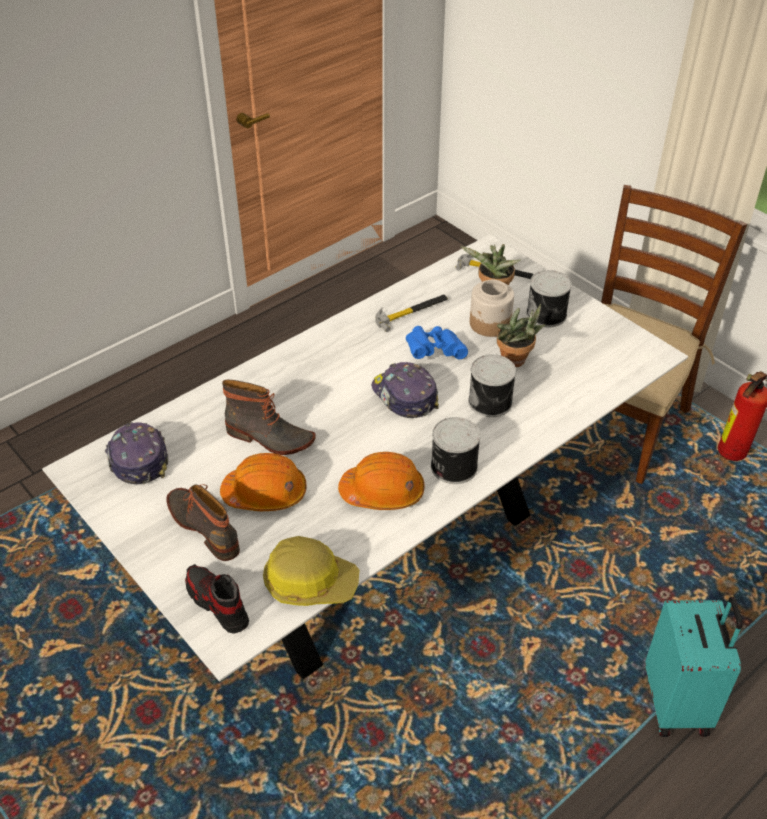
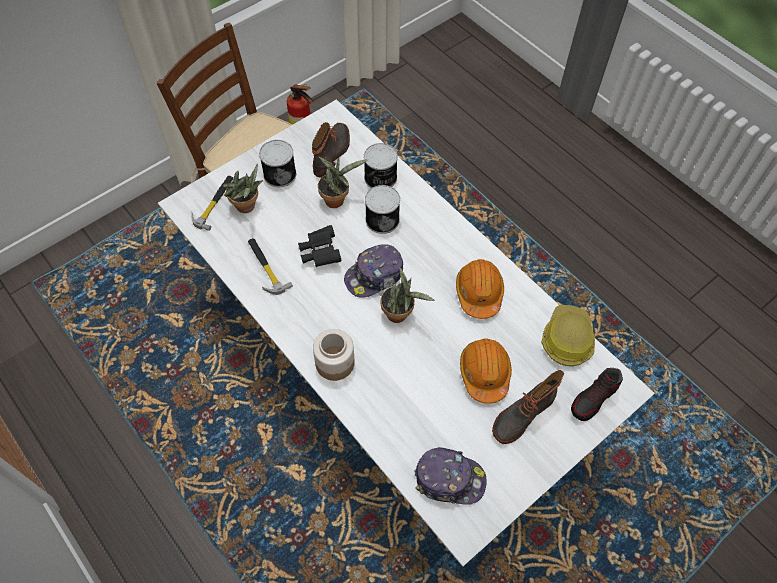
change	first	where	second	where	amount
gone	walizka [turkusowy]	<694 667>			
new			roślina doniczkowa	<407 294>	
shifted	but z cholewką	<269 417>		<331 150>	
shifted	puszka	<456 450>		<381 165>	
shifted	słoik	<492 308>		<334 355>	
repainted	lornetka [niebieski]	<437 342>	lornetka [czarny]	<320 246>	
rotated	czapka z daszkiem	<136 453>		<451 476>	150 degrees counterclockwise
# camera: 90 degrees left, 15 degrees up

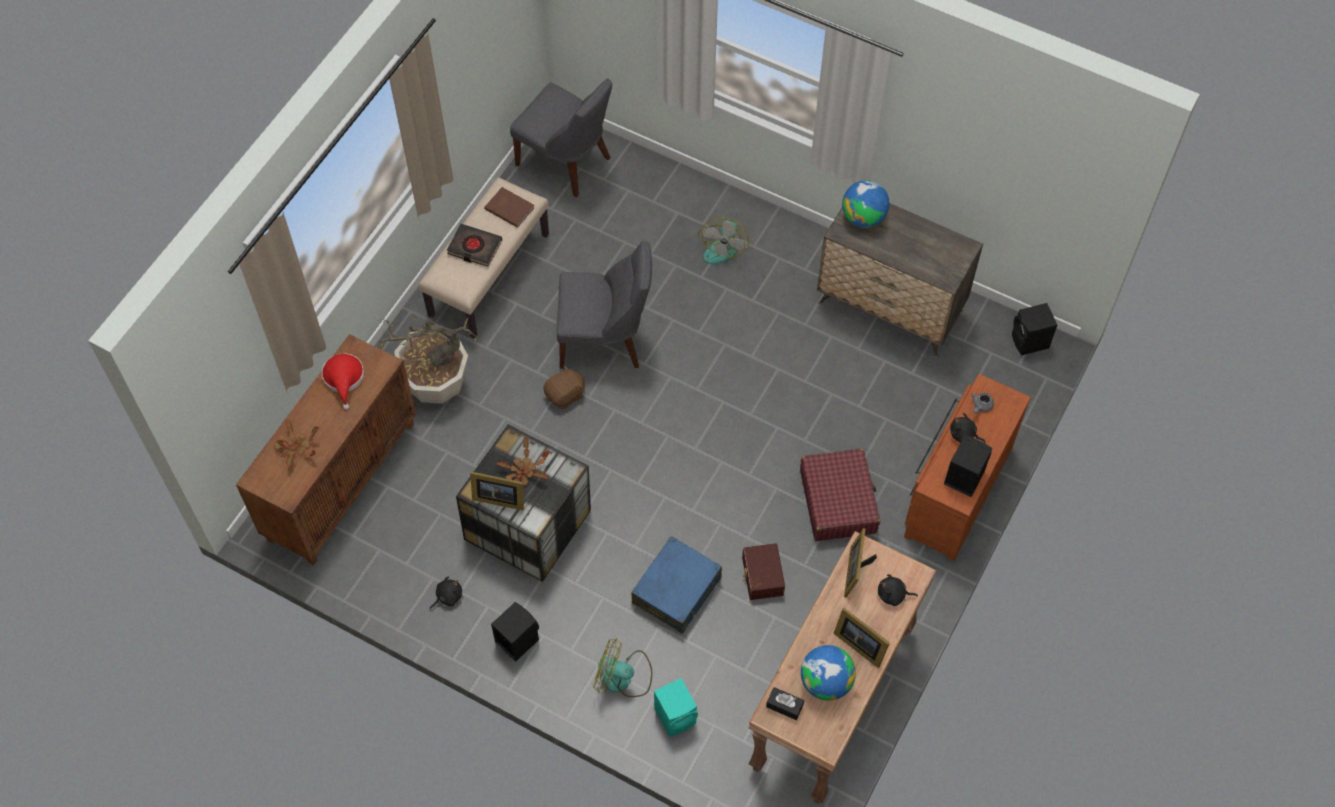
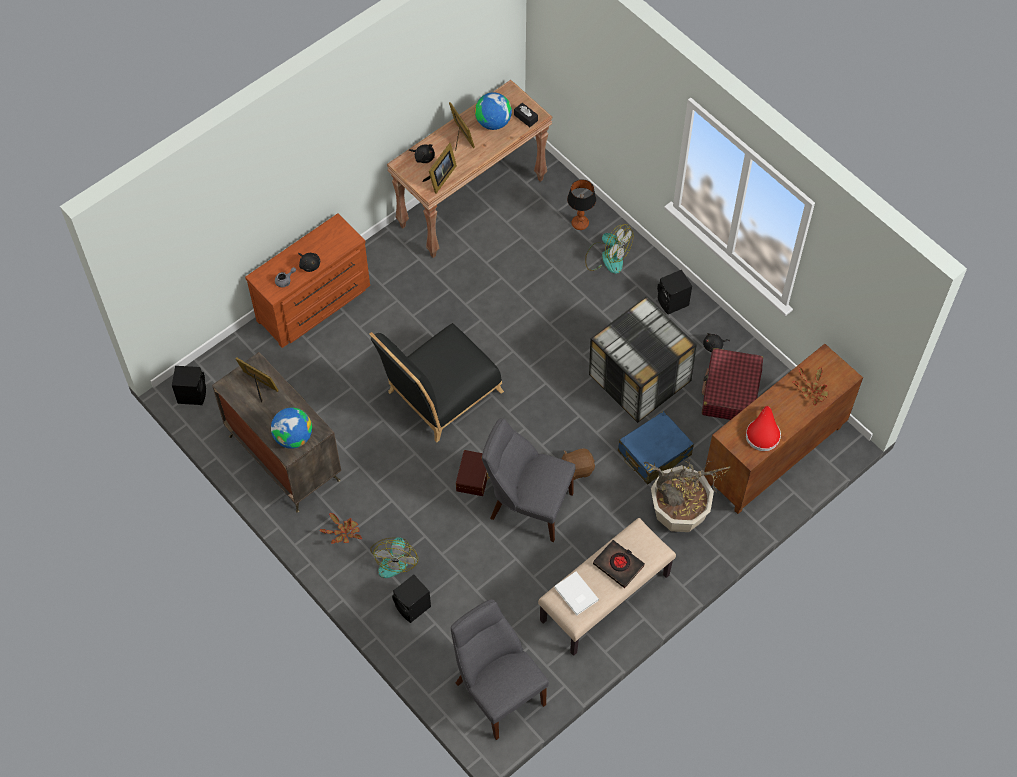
change	first	where	second	where	amount
new			krzesło [czarny]	<436 383>	
shifted	ramka na zdjęcie	<497 491>		<257 380>	
shifted	roślina doniczkowa	<523 461>		<341 528>	
shifted	walizka [niebieski]	<676 585>		<656 447>	
shifted	pojemnik do przechowywania [brązowy]	<763 571>		<473 473>	
shifted	walizka [czerwony]	<840 495>		<732 384>	
shifted	głośnik [czarny]	<968 466>		<411 599>	
swapped	głośnik [turkusowy]	<676 707>	lampa stołowa	<581 204>	
repainted	książka [brązowy]	<509 207>	książka [biały]	<576 593>	
rotated	wentylator	<723 240>		<394 557>	150 degrees clockwise
# camera: 160 degrees left, 0 degrees up

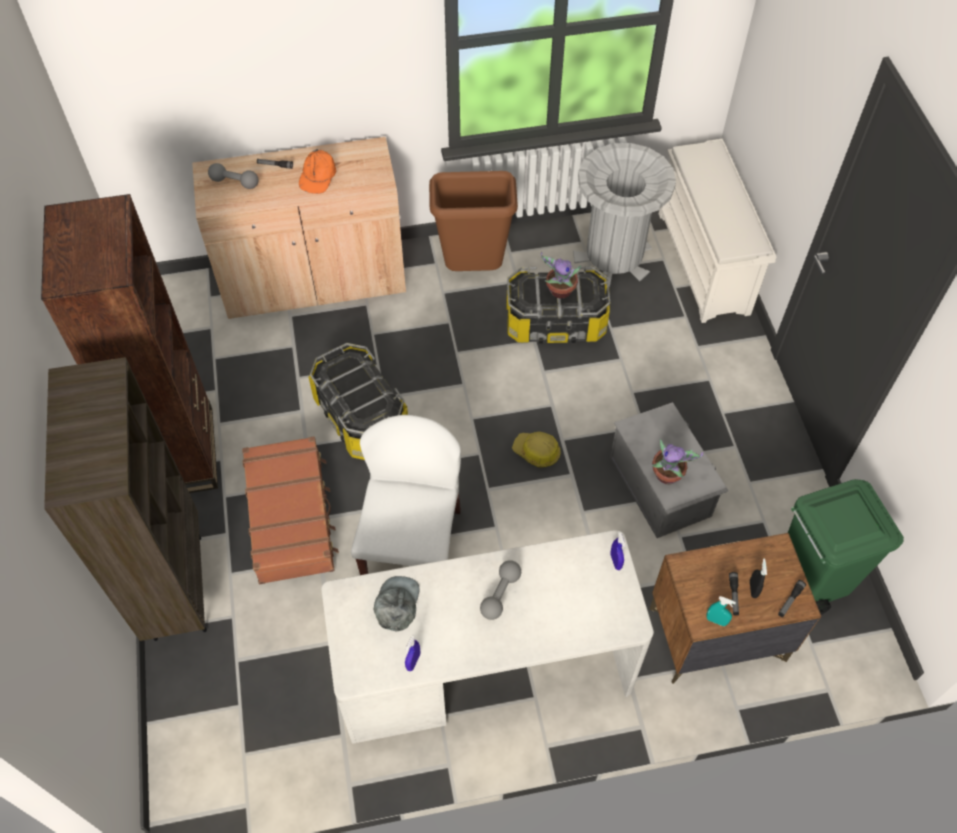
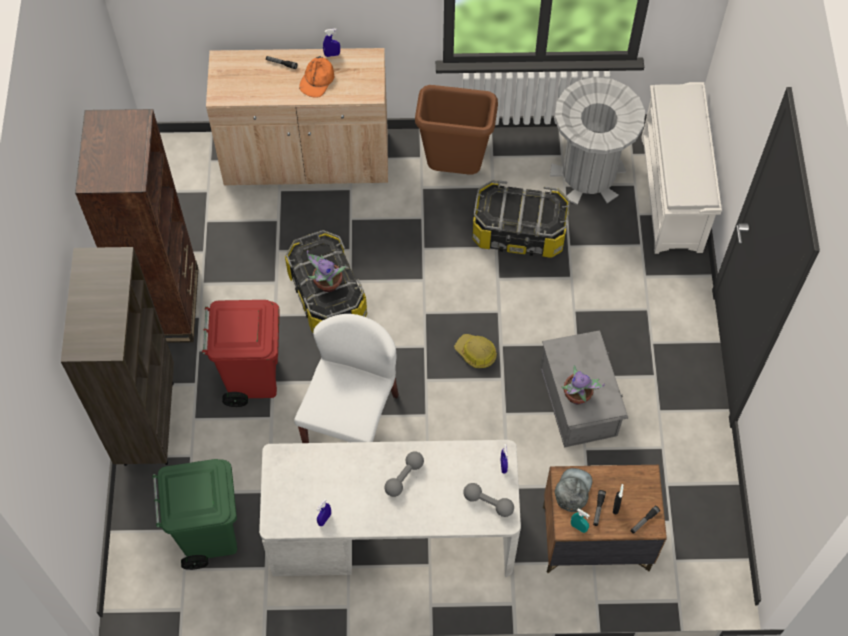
change	first	where	second	where	amount
new			spryskiwacz [niebieski]	<331 43>	
shifted	hantel [szary]	<233 176>		<488 500>	
shifted	czapka z daszkiem [szary]	<397 604>		<573 490>	
shifted	roślina doniczkowa	<561 275>		<326 271>	
shifted	kosz na śmieci [zielony]	<846 547>		<194 514>	
swapped	walizka [brązowy]	<290 510>	kosz na śmieci [czerwony]	<241 353>	
# camera: 10 degrees right, 5 degrees up

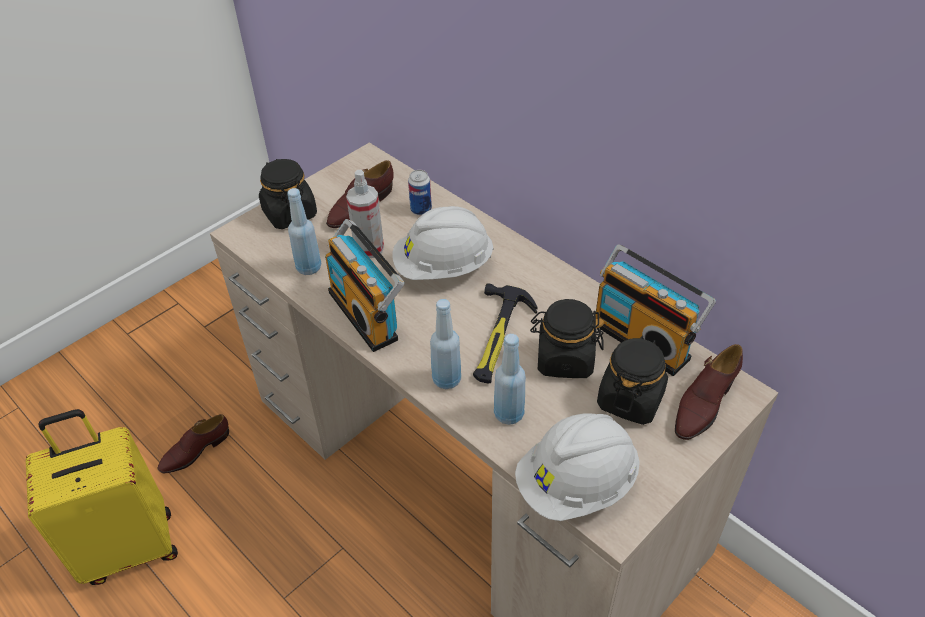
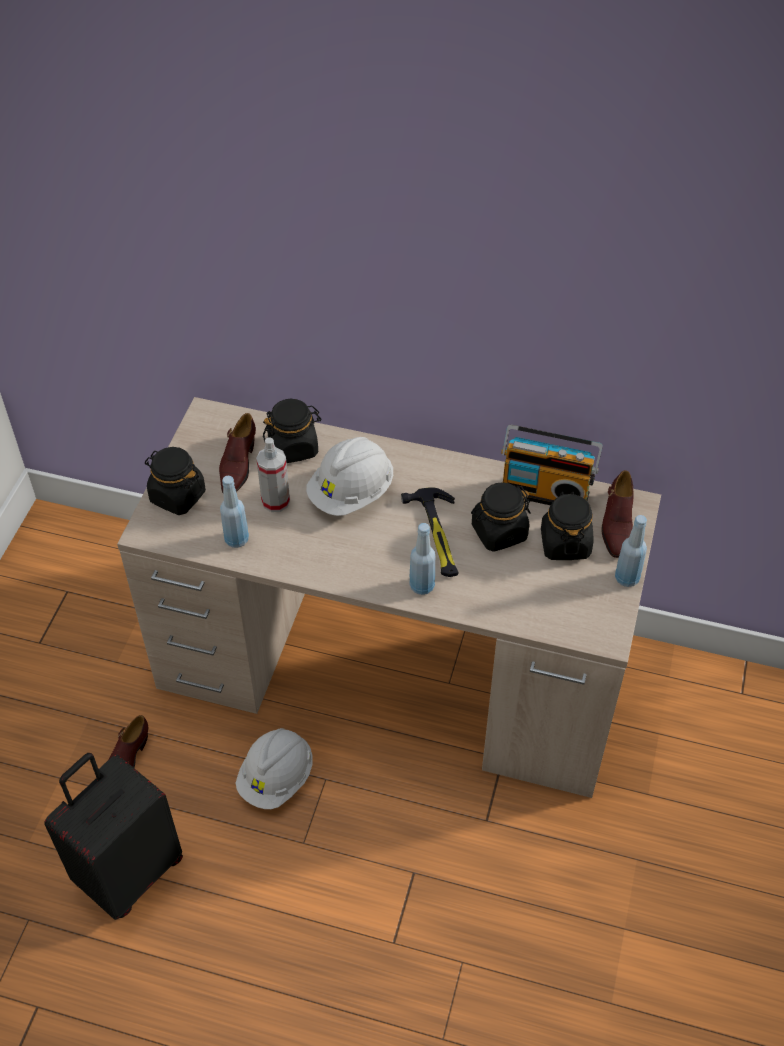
change	first	where	second	where	amount
gone	radio	<364 285>			
shifted	butelka [niebieski]	<510 379>		<631 551>	
shifted	kask [biały]	<577 467>		<274 768>	
swapped	puszka	<420 192>	słoik [czarny]	<292 431>	
repainted	walizka [żółty]	<102 497>	walizka [czarny]	<113 836>	
# camera: 30 degrees left, 5 degrees up

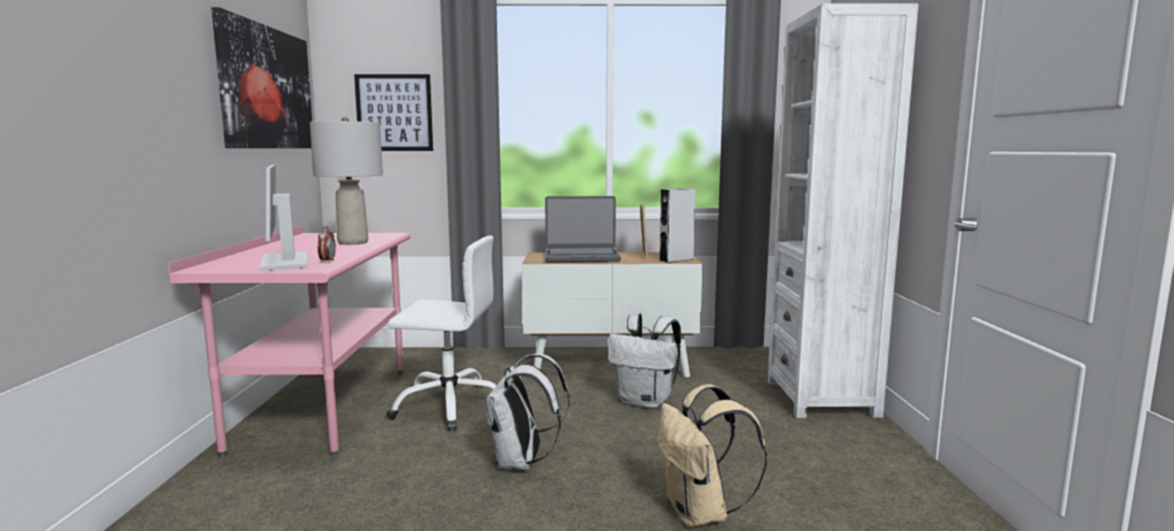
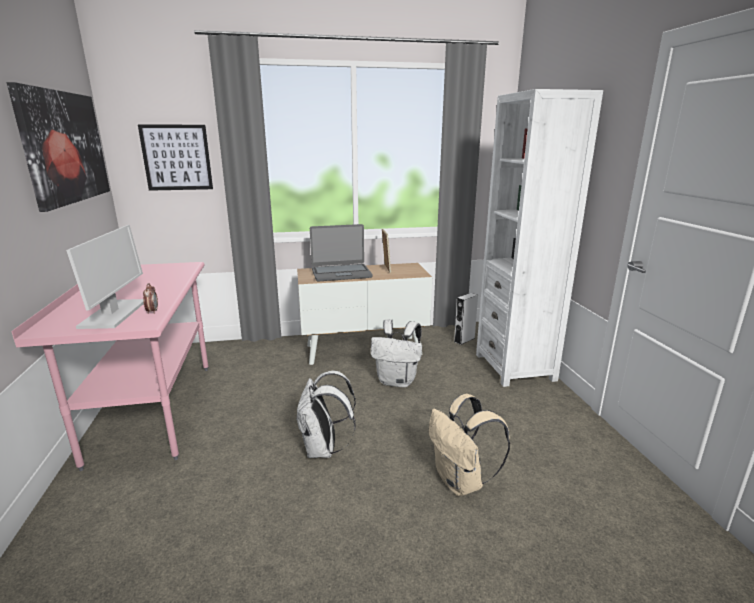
change	first	where	second	where	amount
gone	lampa stołowa [szary]	<346 181>			
gone	krzesło biurowe [biały]	<441 333>			
shifted	głośnik [szary]	<677 225>		<466 319>	
rotated	monitor	<283 218>		<105 277>	150 degrees counterclockwise
# camera: 10 degrees left, 10 degrees up

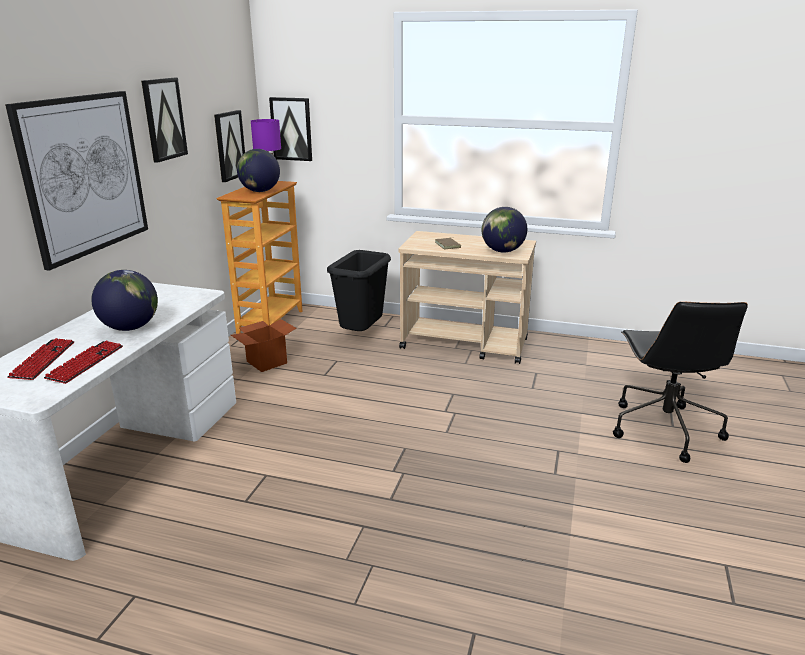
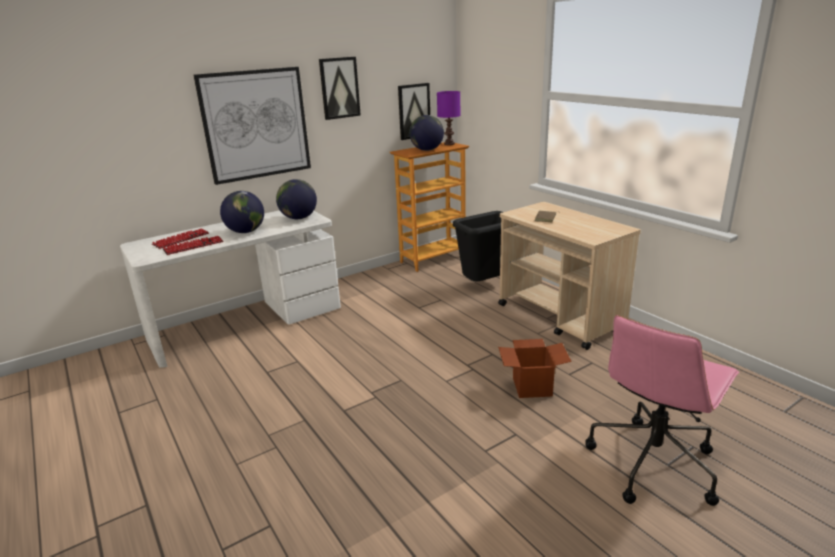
change	first	where	second	where	amount
gone	obraz	<290 129>			
shifted	karton	<264 345>		<535 368>	
shifted	globus	<504 230>		<296 199>	
repainted	krzesło biurowe [czarny]	<680 382>	krzesło biurowe [różowy]	<662 410>	
# camera: 40 degrees right, 0 degrees up

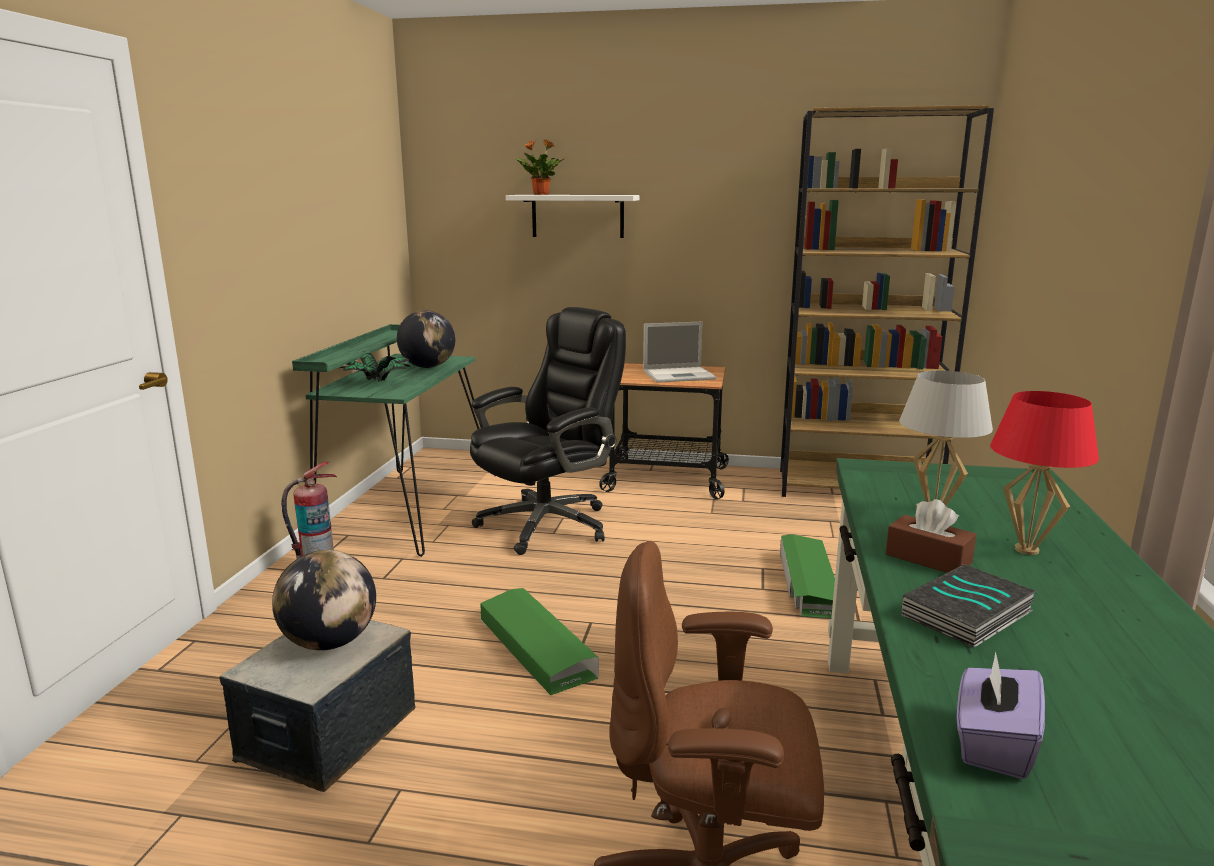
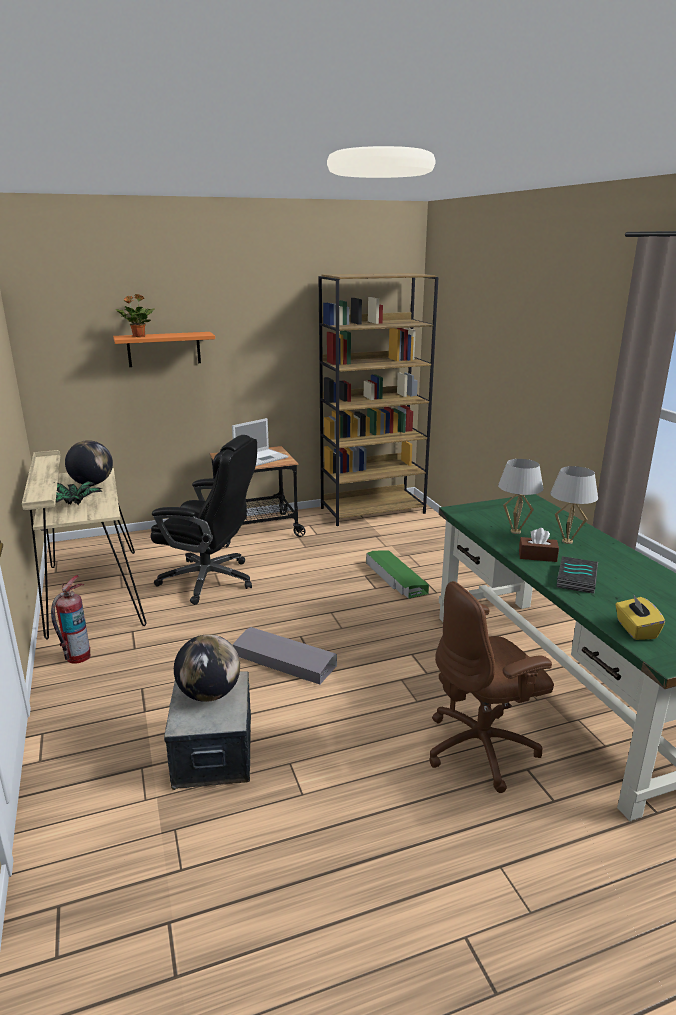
change	first	where	second	where	amount
repainted	biurko [zielony]	<393 440>	biurko [beżowy]	<84 545>	
repainted	pojemnik do przechowywania [zielony]	<539 641>	pojemnik do przechowywania [szary]	<284 656>	
repainted	półka [biały]	<573 216>	półka [pomarańczowy]	<164 349>	
repainted	pudełko chusteczek [fioletowy]	<1001 715>	pudełko chusteczek [żółty]	<640 617>	
repainted	lampa stołowa [czerwony]	<1044 473>	lampa stołowa [biały]	<574 505>	
rotated	krzesło biurowe [czarny]	<548 431>		<204 520>	90 degrees clockwise
# camera: 30 degrees left, 5 degrees up

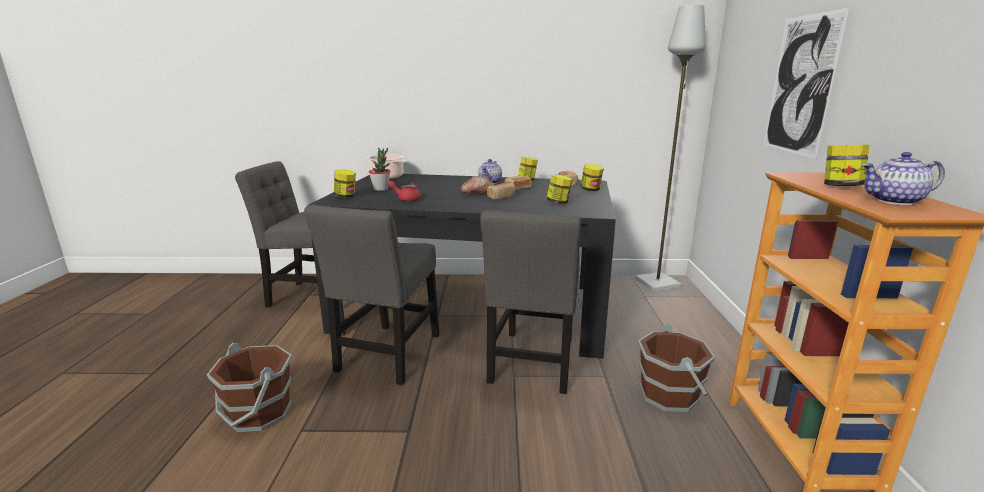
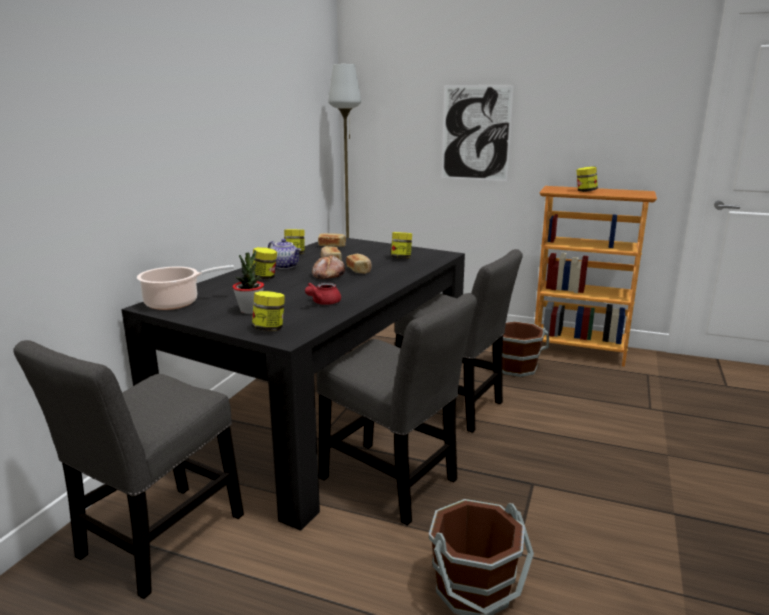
change	first	where	second	where	amount
gone	imbryk	<903 178>			
shifted	słoik	<592 177>		<264 263>	
# camera: 70 degrees left, 0 degrees up

